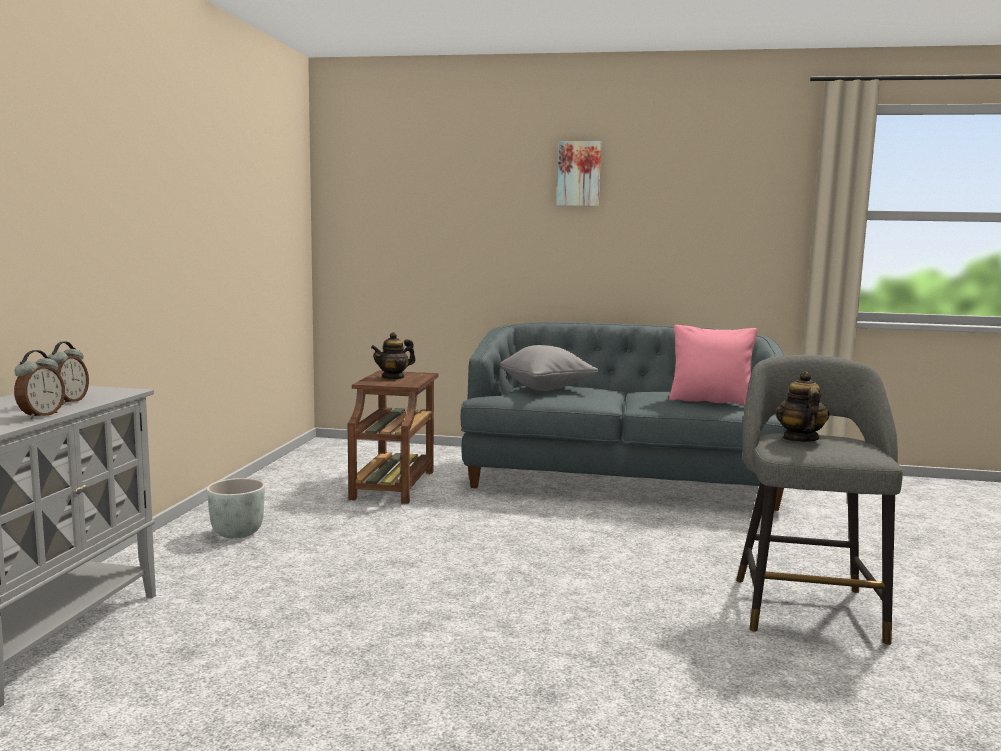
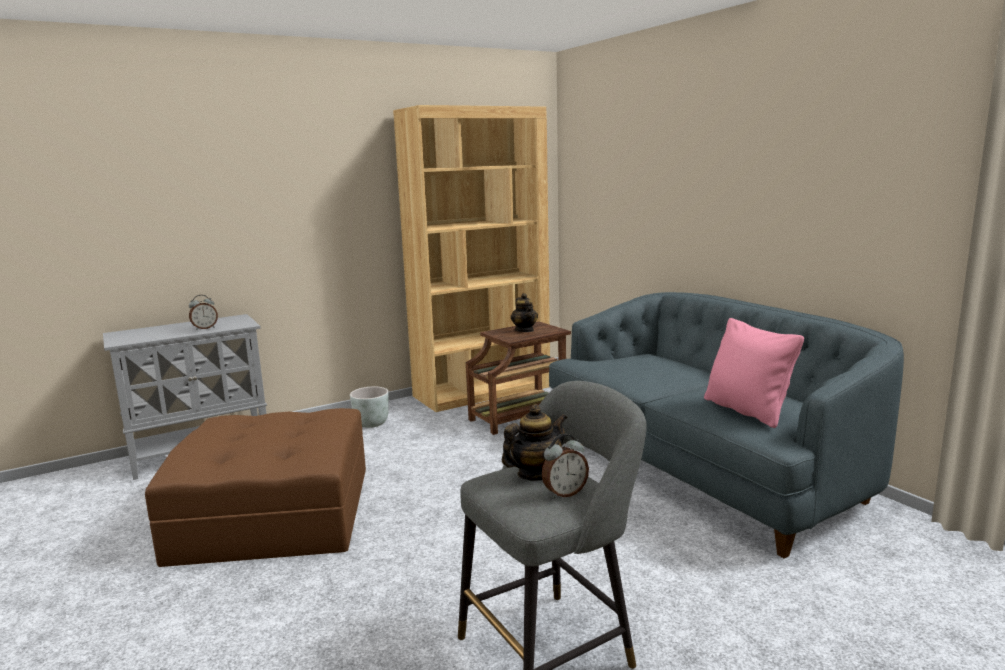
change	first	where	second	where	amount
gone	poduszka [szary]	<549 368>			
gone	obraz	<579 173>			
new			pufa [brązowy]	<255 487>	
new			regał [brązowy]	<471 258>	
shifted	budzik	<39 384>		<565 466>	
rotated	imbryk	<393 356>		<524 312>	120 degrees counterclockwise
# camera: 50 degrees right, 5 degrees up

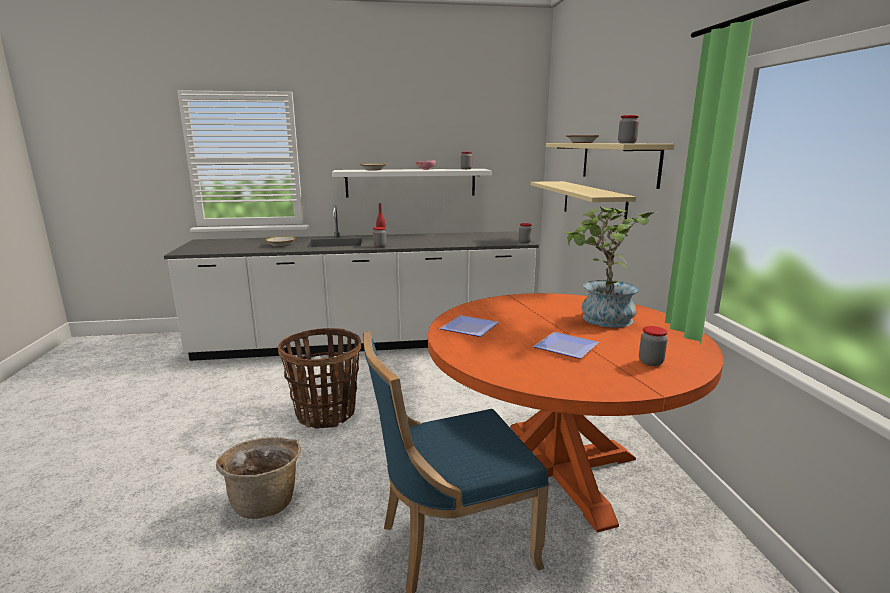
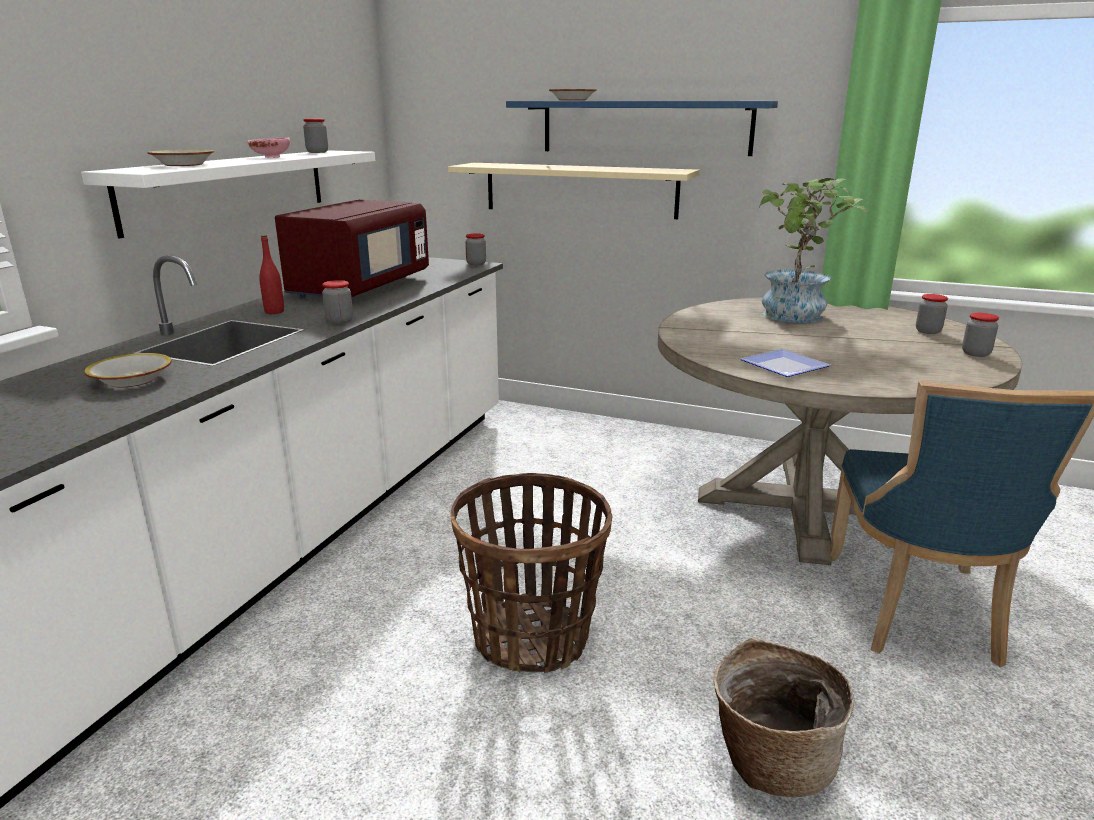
change	first	where	second	where	amount
gone	talerz	<566 345>			
new			mikrofalówka [czerwony]	<352 249>	
shifted	słoik	<628 129>		<980 334>	
repainted	stół jadalny [pomarańczowy]	<576 413>	stół jadalny [beżowy]	<840 431>	
repainted	półka [beżowy]	<610 166>	półka [niebieski]	<642 128>	
# camera: 60 degrees left, 5 degrees up

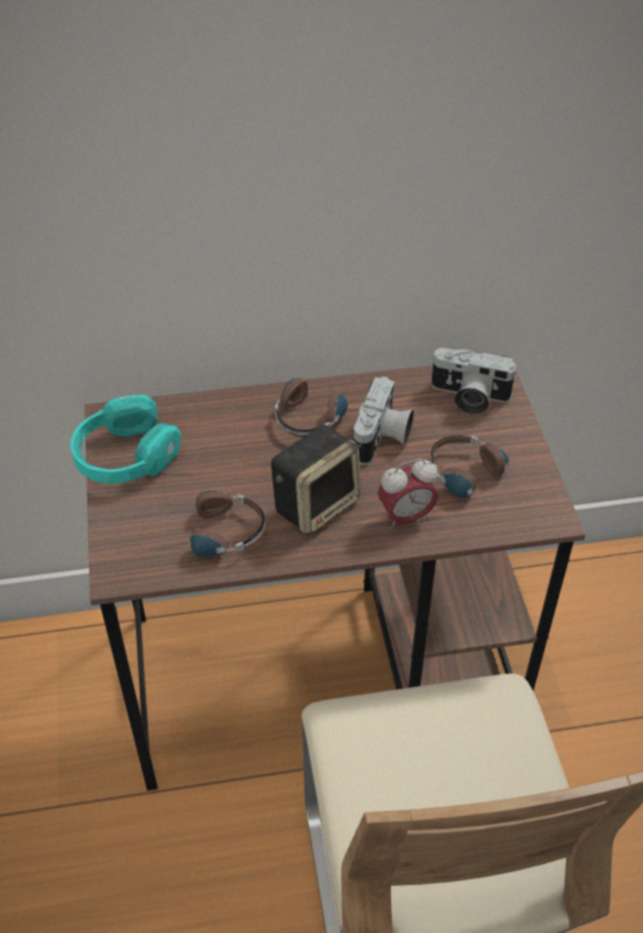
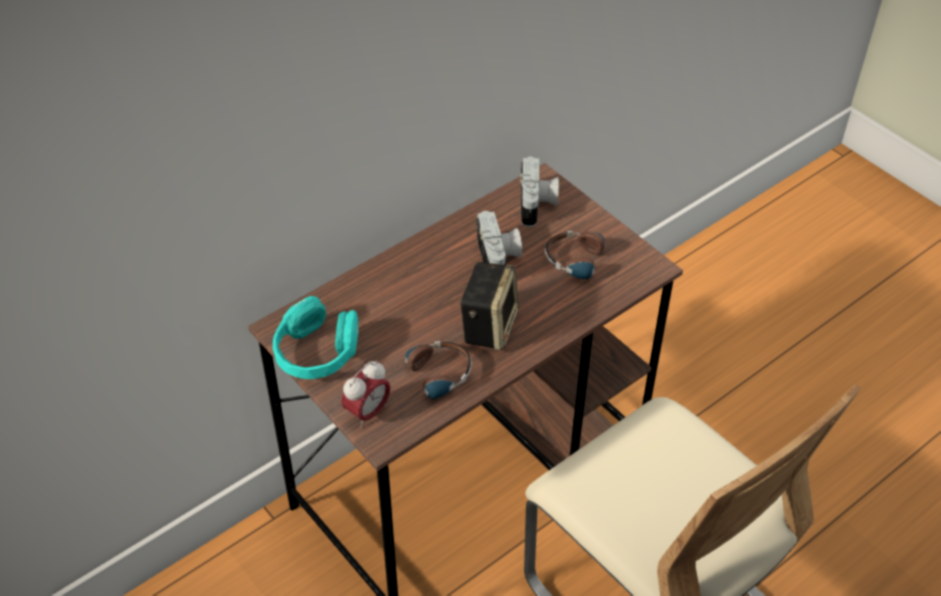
change	first	where	second	where	amount
gone	słuchawki	<313 407>			
shifted	budzik	<408 494>		<366 394>	
rotated	aparat fotograficzny	<473 381>		<539 191>	75 degrees counterclockwise
# camera: 30 degrees left, 0 degrees up

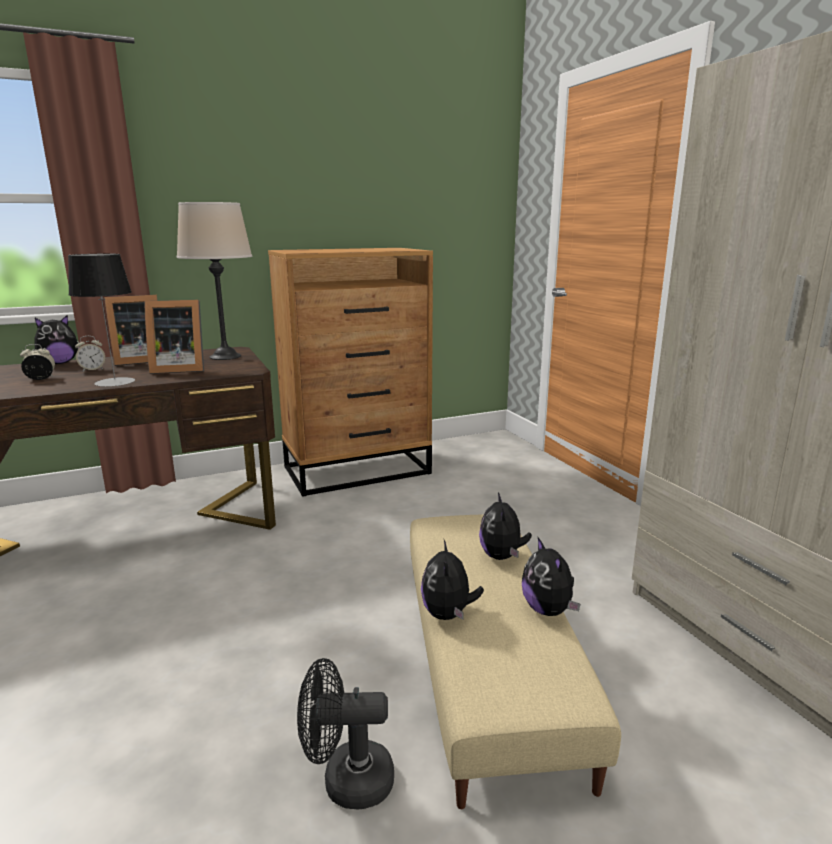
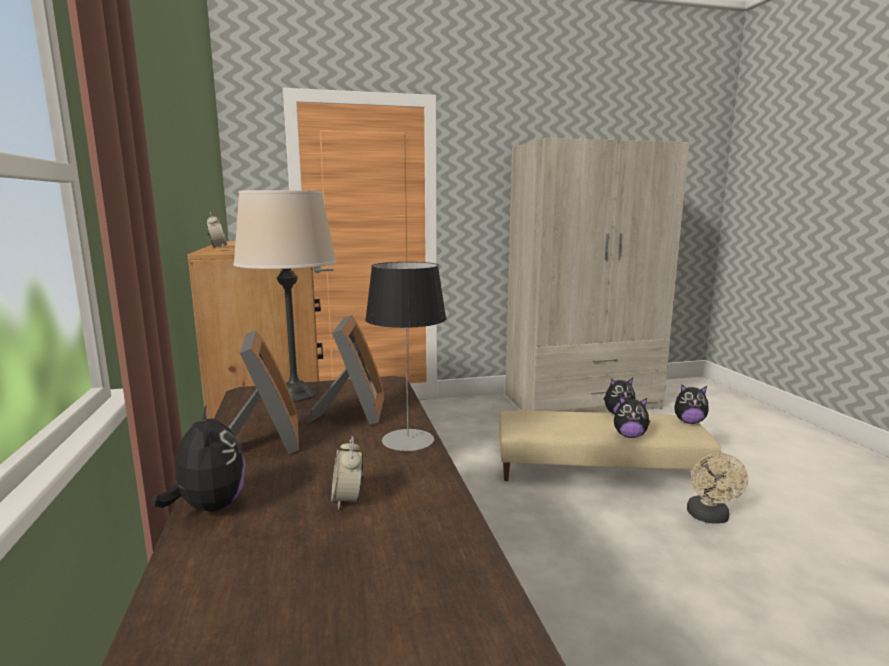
change	first	where	second	where	amount
shifted	budzik	<90 354>		<216 230>	
shifted	pluszak	<505 526>		<691 404>	
repainted	wentylator [czarny]	<345 733>	wentylator [beżowy]	<717 488>	
# camera: 80 degrees left, 5 degrees down

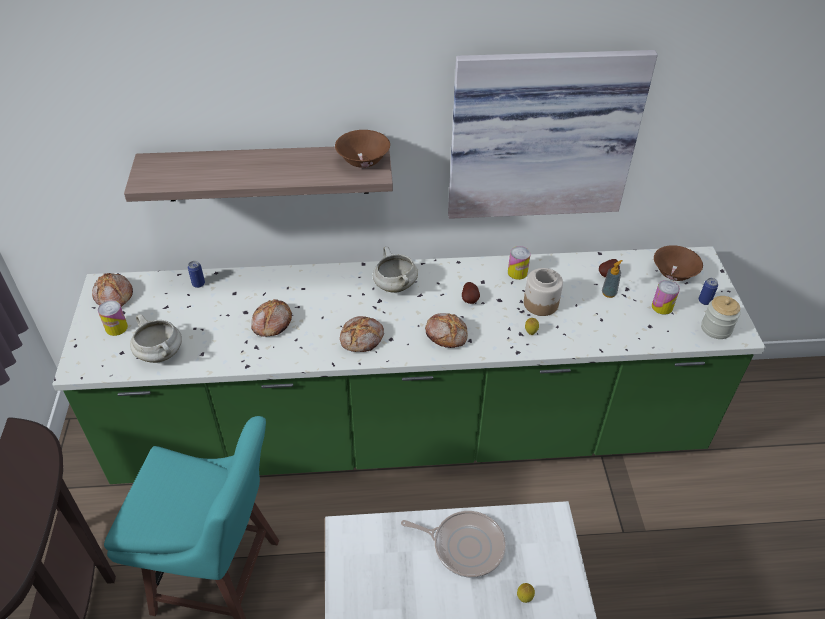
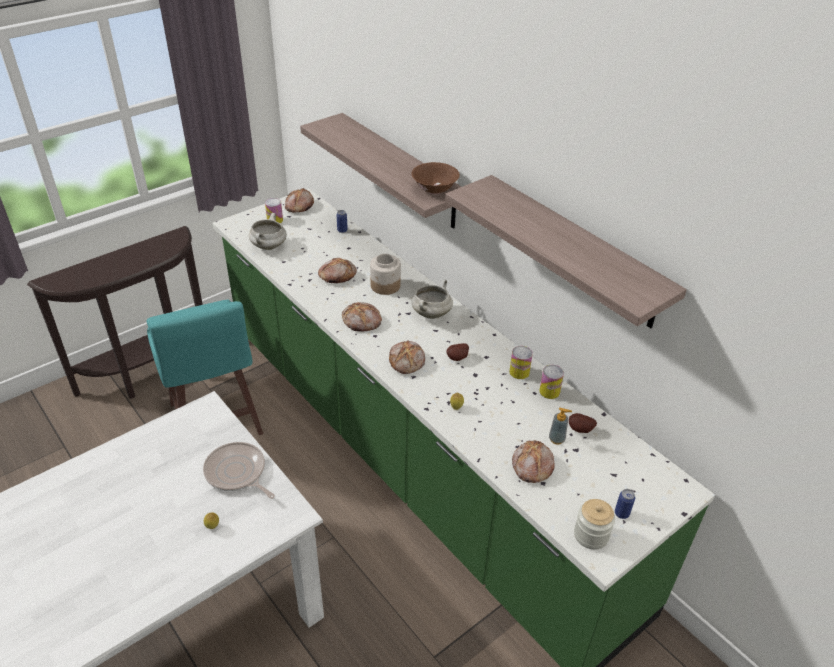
change	first	where	second	where	amount
gone	miska [brązowy]	<678 263>			
new			chleb	<533 461>	
shifted	słoik	<543 292>		<385 274>	
shifted	puszka	<666 297>		<551 382>	
swapped	obraz	<553 134>	półka	<566 251>	
rotated	patelnia	<453 544>		<239 470>	150 degrees clockwise
# camera: 55 degrees right, 5 degrees down

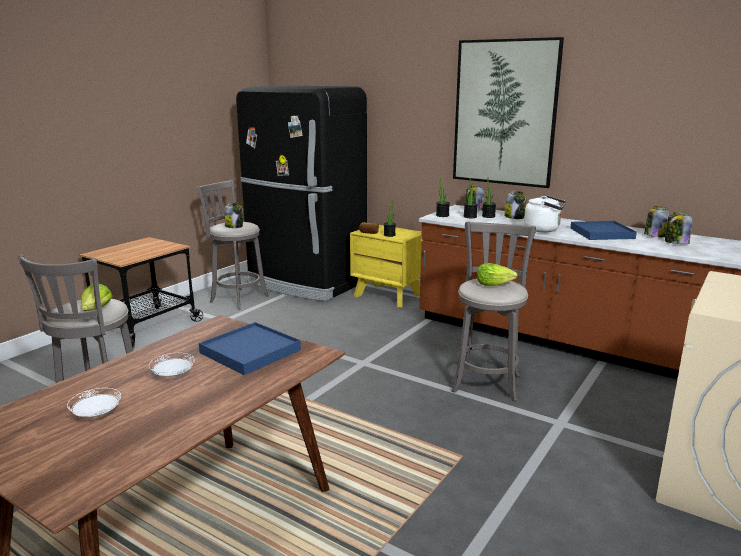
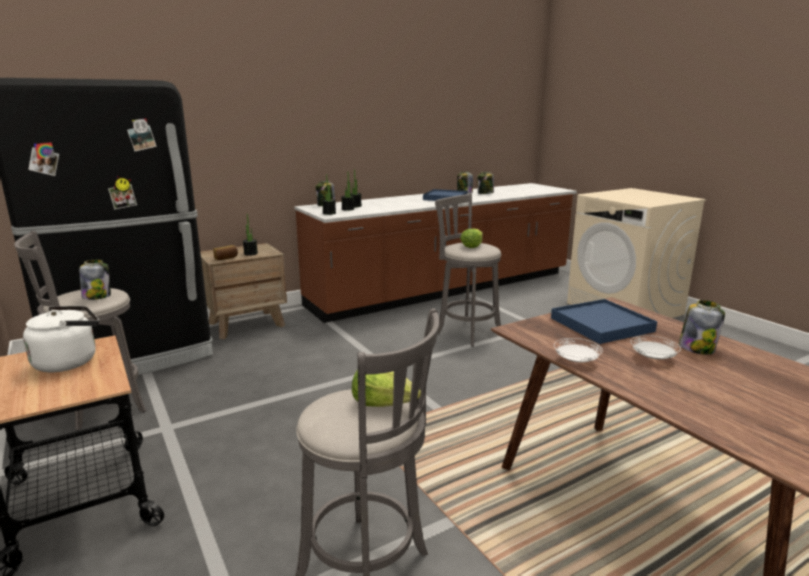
change	first	where	second	where	amount
gone	obraz	<508 112>			
shifted	talerz [biały]	<94 402>		<578 350>	
shifted	słoik	<515 205>		<702 327>	
shifted	czajnik [biały]	<545 214>		<61 339>	
repainted	szafka nocna [żółty]	<386 266>	szafka nocna [brązowy]	<243 291>	
# camera: 65 degrees left, 0 degrees up

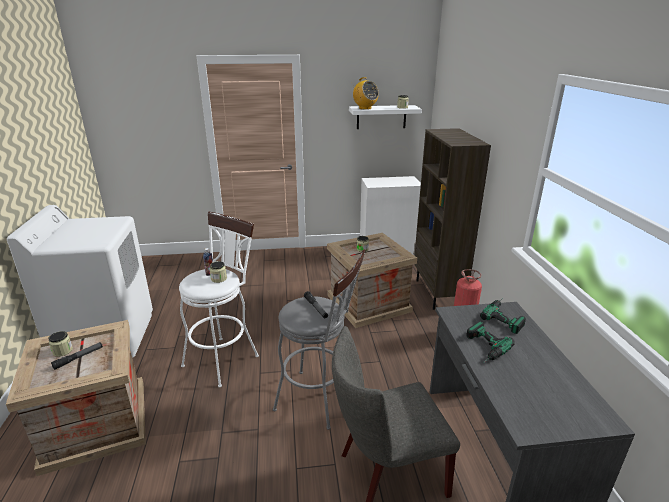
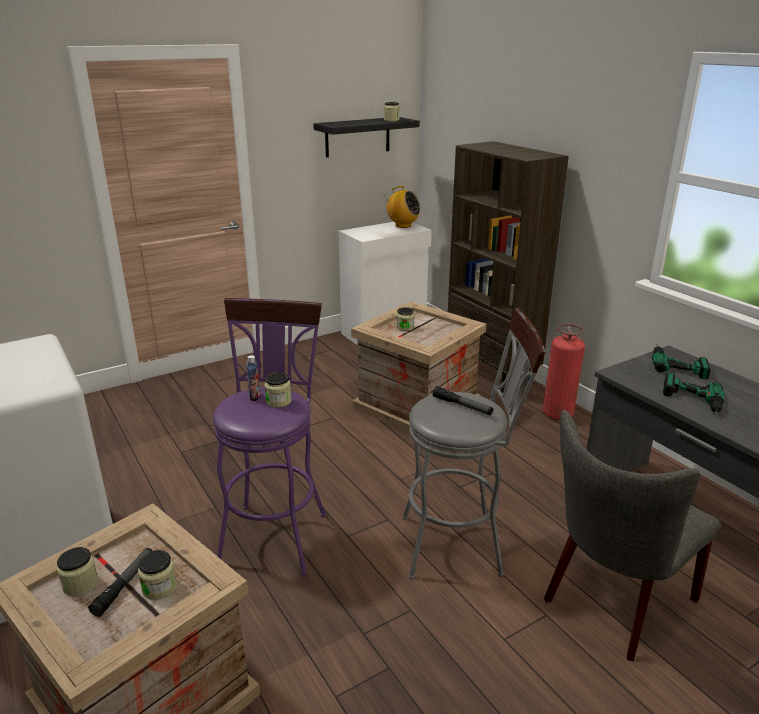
change	first	where	second	where	amount
new			słoik	<157 575>	
shifted	radio	<366 93>		<403 207>	
repainted	stołek [biały]	<219 300>	stołek [fioletowy]	<269 436>	
repainted	półka [biały]	<385 117>	półka [czarny]	<366 137>	
# camera: 25 degrees left, 0 degrees up

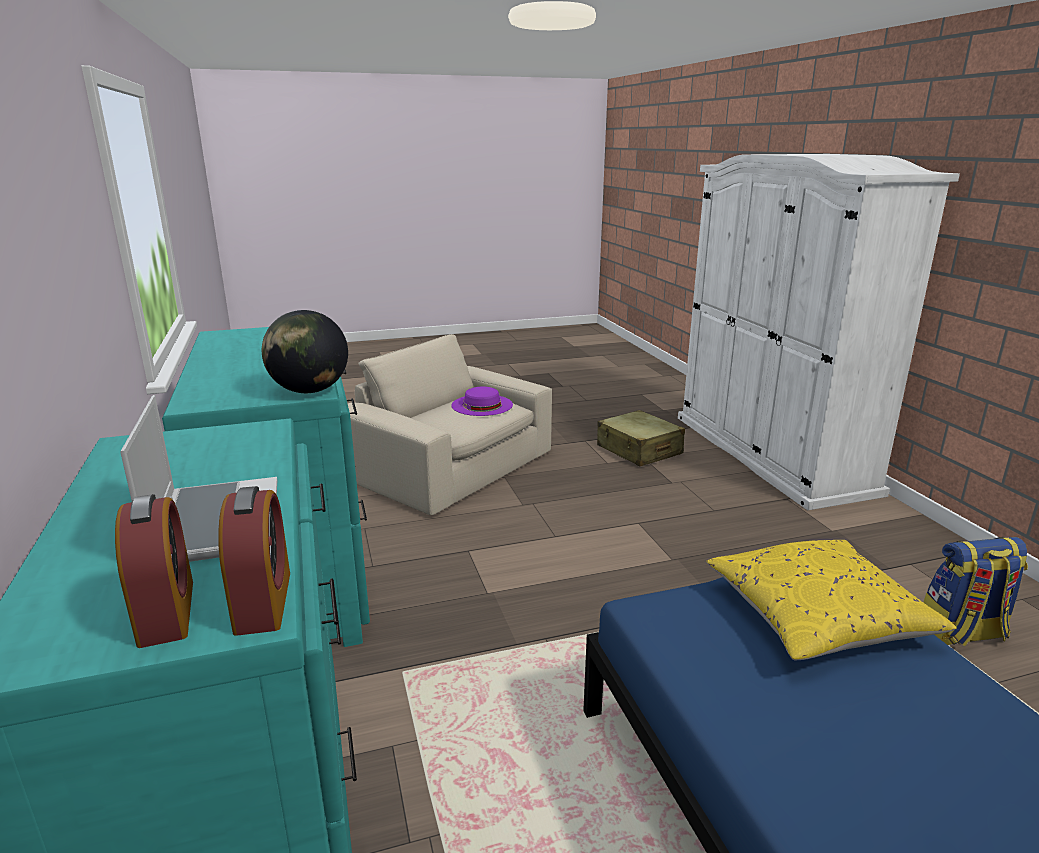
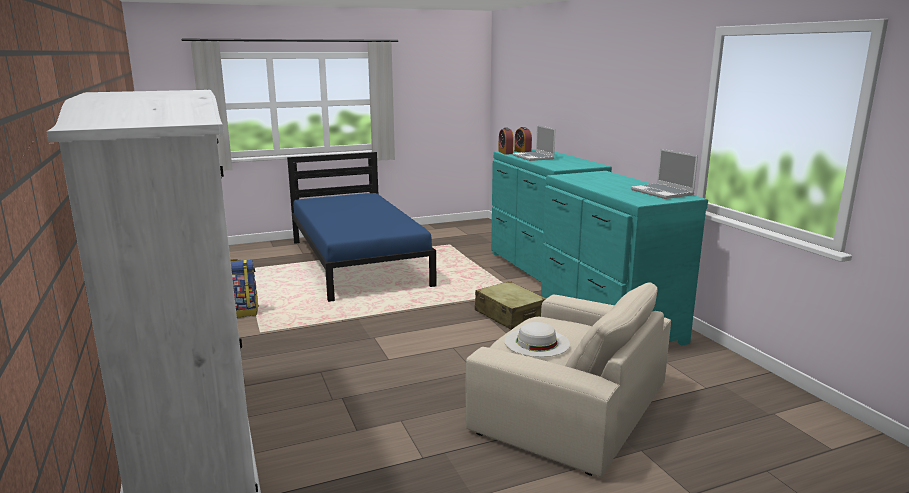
change	first	where	second	where	amount
gone	globus	<305 351>			
gone	poduszka [żółty]	<831 600>			
new			laptop	<664 174>	
shifted	walizka [beżowy]	<641 438>		<511 305>	
repainted	kapelusz [fioletowy]	<482 401>	kapelusz [biały]	<537 339>	
# camera: 175 degrees right, 5 degrees down

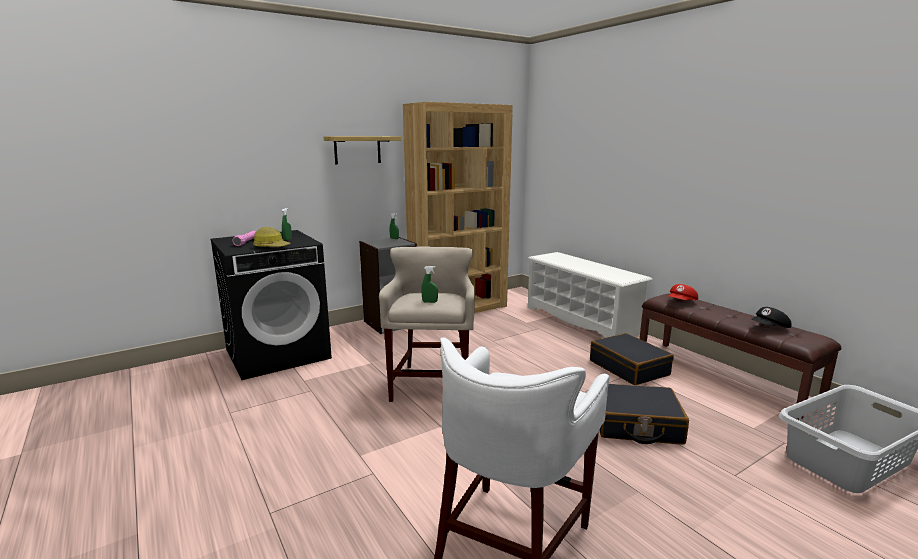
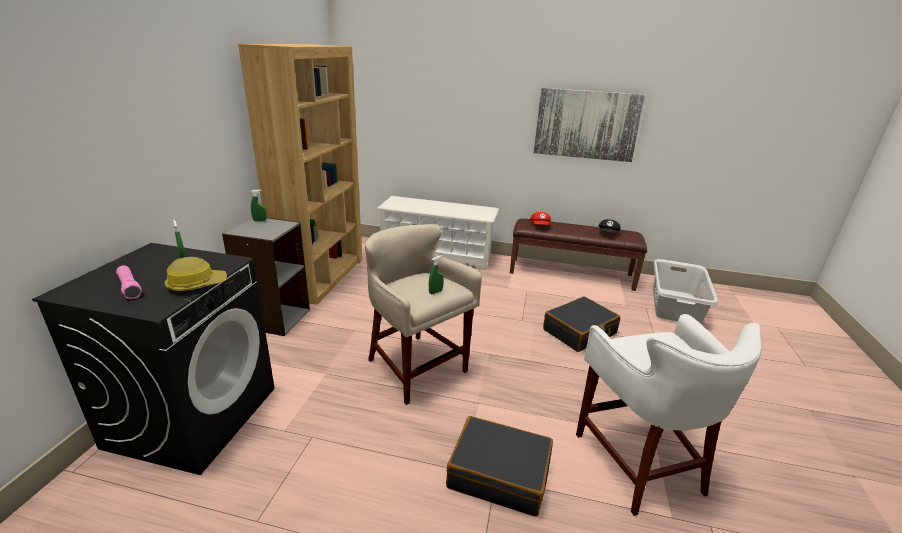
change	first	where	second	where	amount
gone	półka	<362 150>			
new			obraz	<590 125>	
shifted	walizka [czarny]	<632 359>		<499 466>	
# camera: 45 degrees left, 10 degrees up

